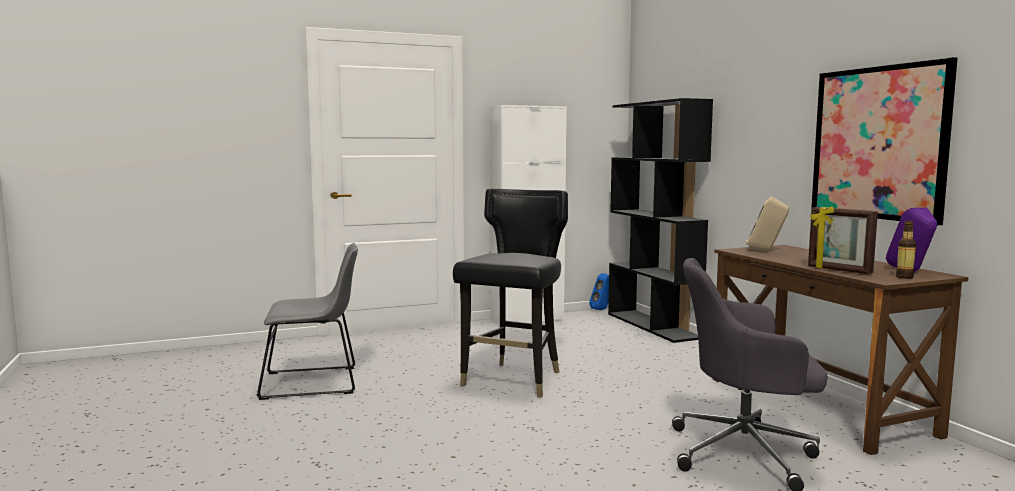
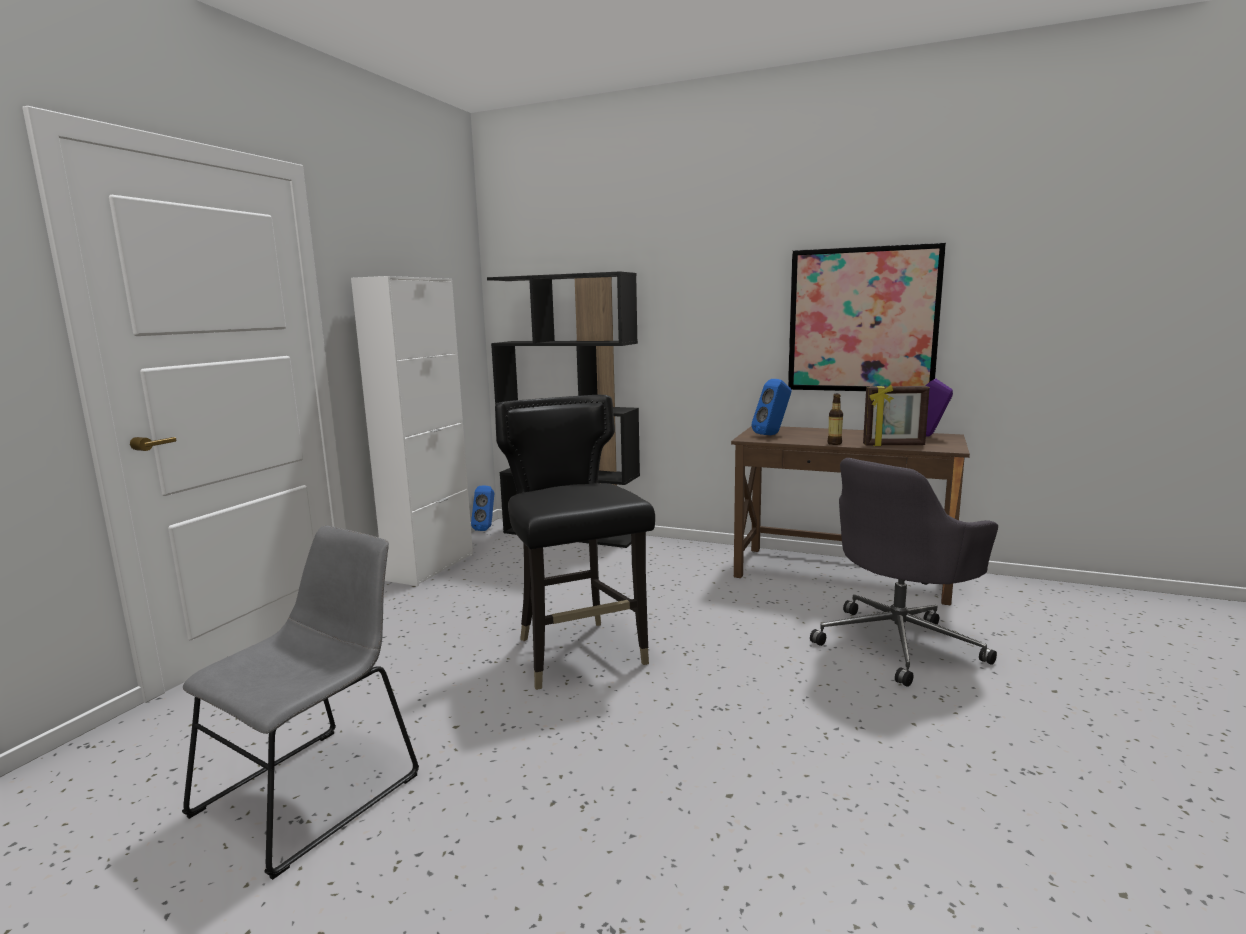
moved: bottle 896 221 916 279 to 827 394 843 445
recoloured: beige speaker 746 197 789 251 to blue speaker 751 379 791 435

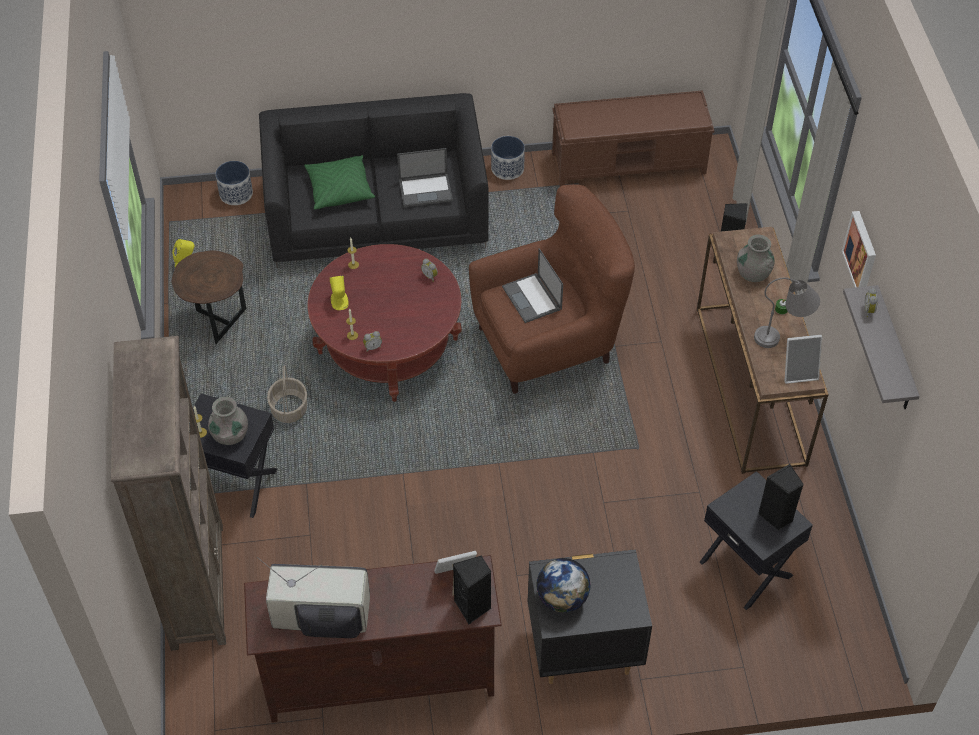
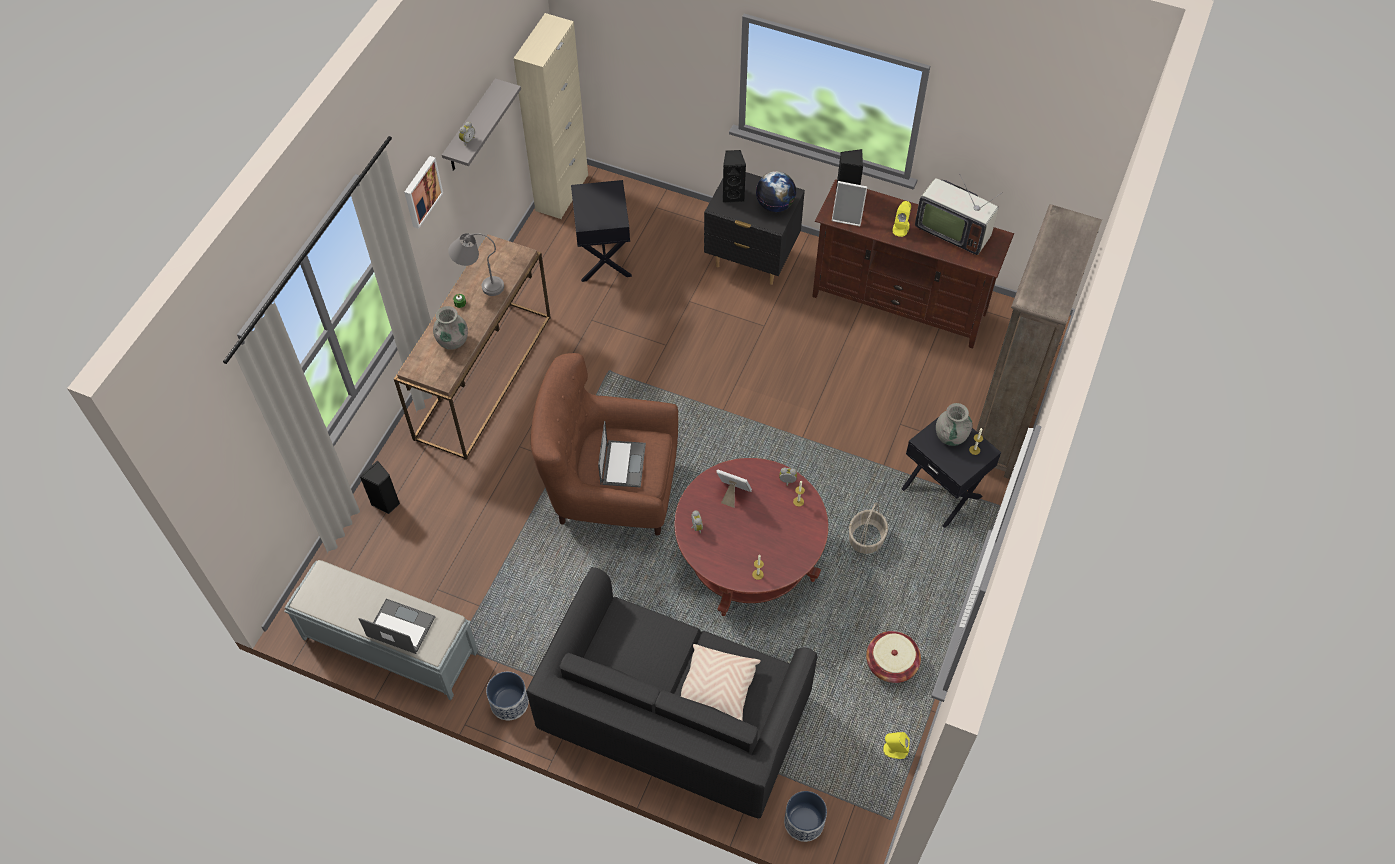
added: beige cabinet 513 13 588 219
moved: yellow speaker 330 276 349 310 to 893 201 911 237; laptop 397 148 453 207 to 358 599 435 654; black speaker 758 464 804 531 to 722 150 746 203; picture frame 784 335 822 384 to 716 470 752 508
replaced: brown side table 172 250 246 344 to basket 866 631 921 683
recoloured: green pillow 304 155 375 209 to beige pillow 681 644 761 721; brown bench 552 90 715 186 to grey bench 284 560 478 700

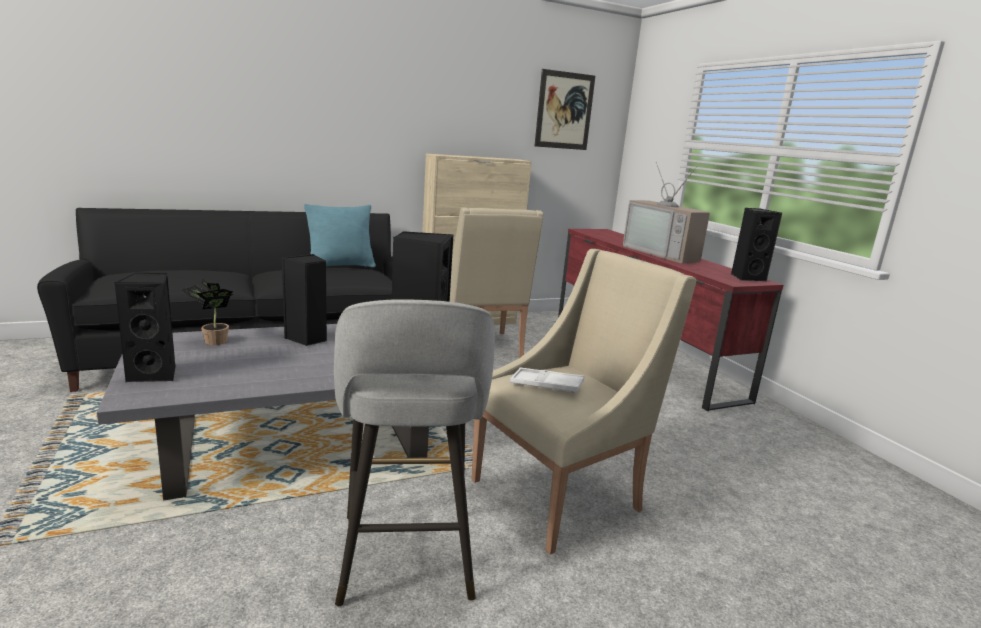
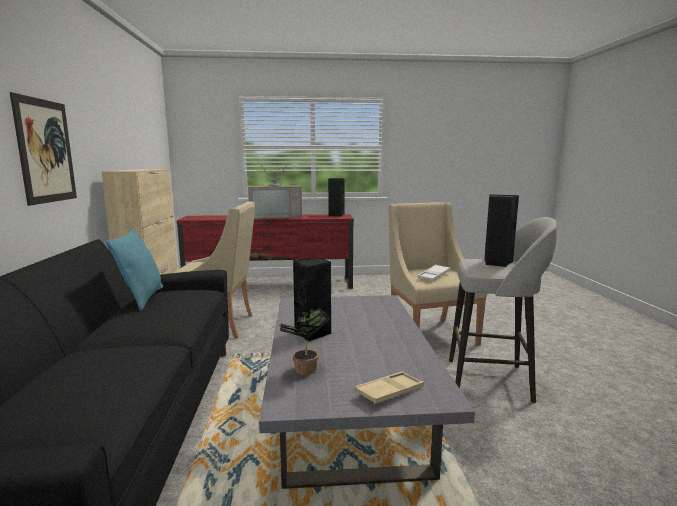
moved: picture 535 69 595 150 to 10 92 77 206
replaced: black speaker 114 273 176 382 to beige tray 355 371 424 405

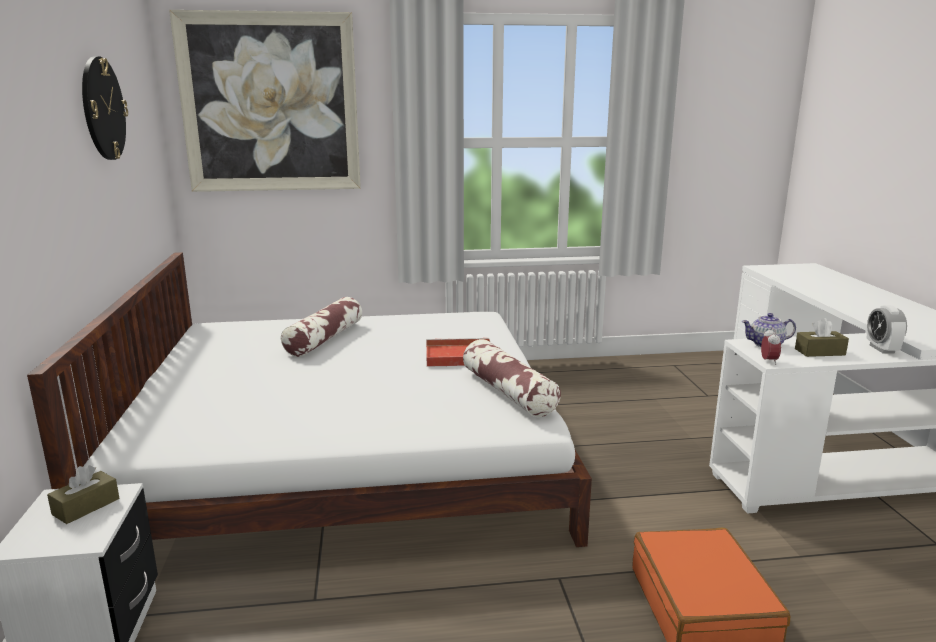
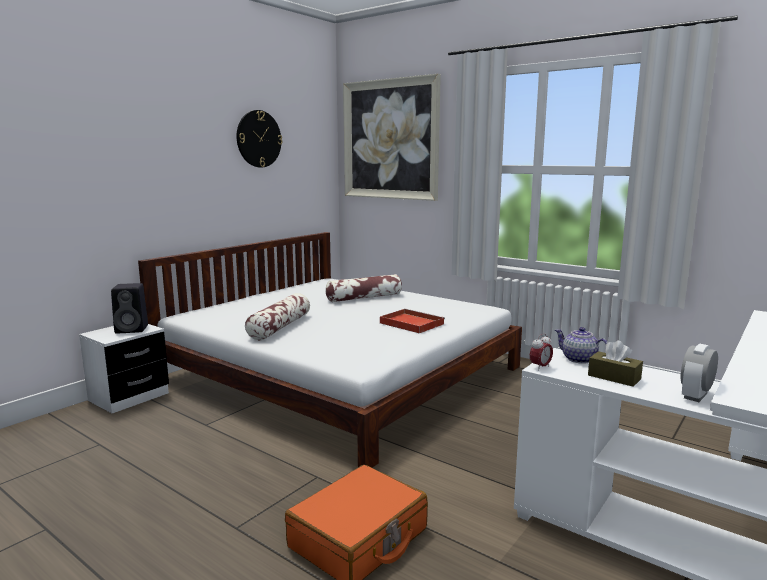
moved: pillow 463 339 561 417 to 245 293 310 340
replaced: brown tissue box 47 465 119 524 to black speaker 111 283 148 334

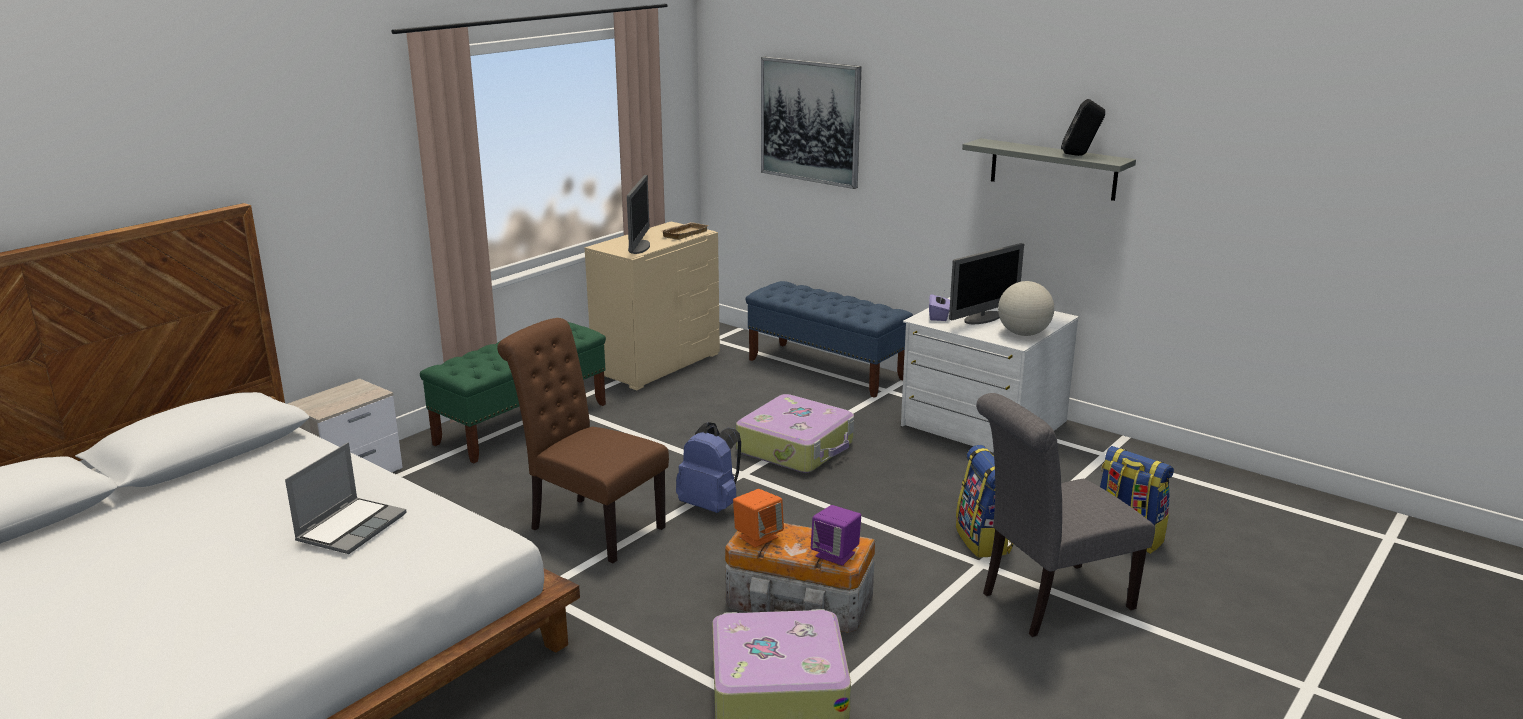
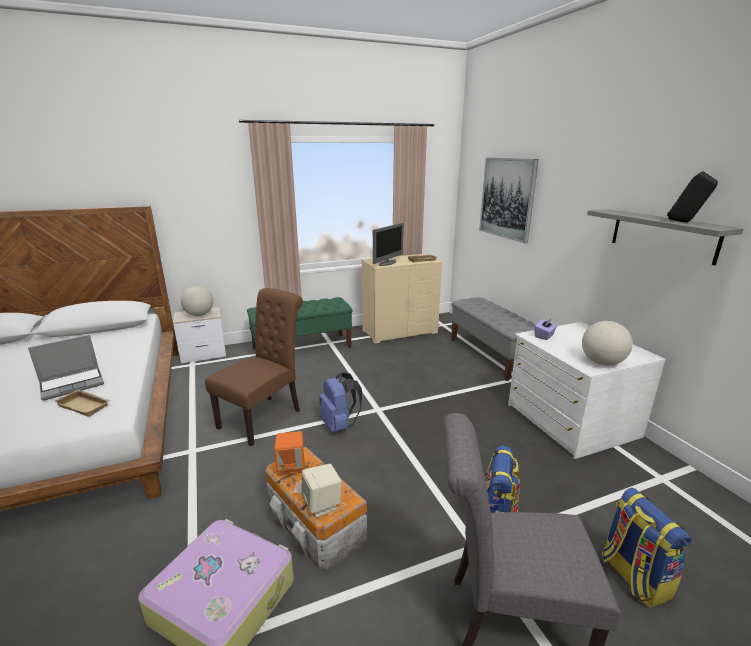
removed: suitcase 736 394 854 473; monitor 949 243 1024 324
added: beige tray 54 390 111 417; globe 181 286 213 316
recoloured: blue bench 746 281 913 398 to grey bench 451 297 535 381; purple speaker 811 505 861 566 to beige speaker 301 464 342 517
turned: brown chair 497 318 669 563 = 205 288 303 446 60 degrees clockwise

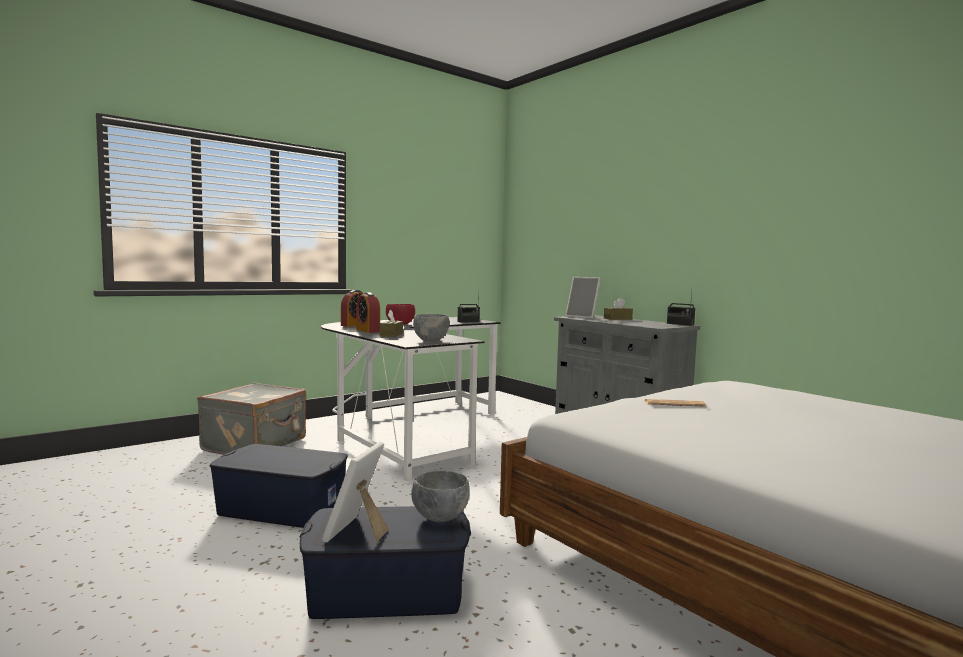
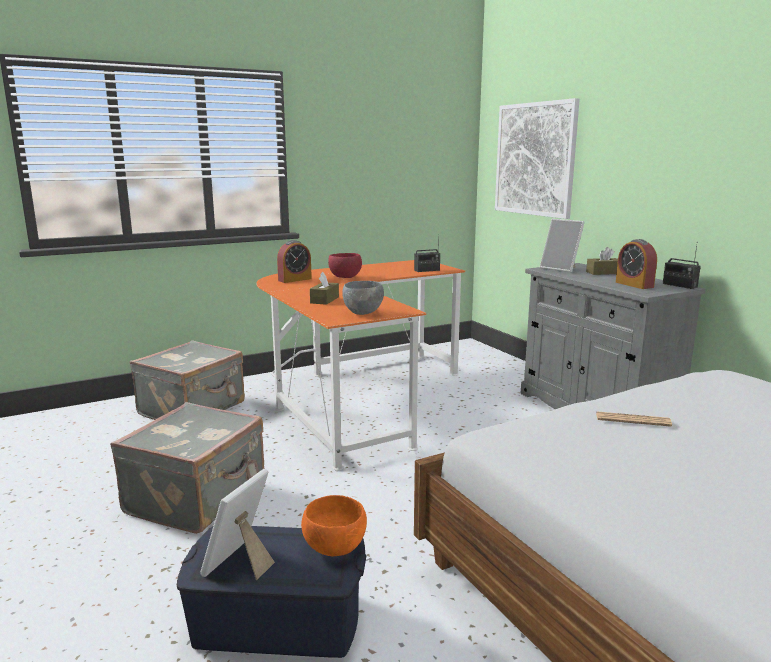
added: picture 495 98 580 219
moved: alarm clock 356 292 380 333 to 616 239 657 289
replaced: blue storage box 209 444 348 528 to grey suitcase 110 402 265 534
recoloured: black desk 321 317 501 484 to orange desk 256 260 465 471; grey bowl 411 470 470 522 to orange bowl 301 495 367 556

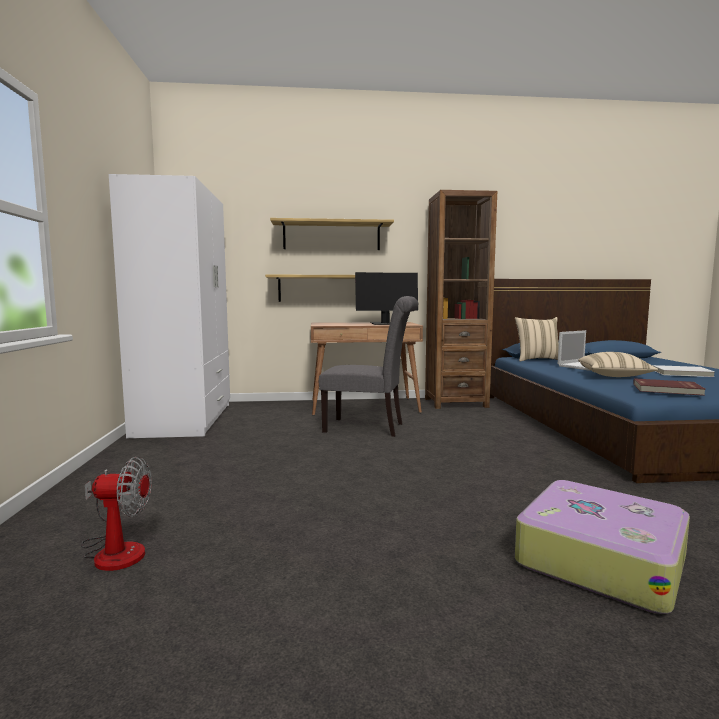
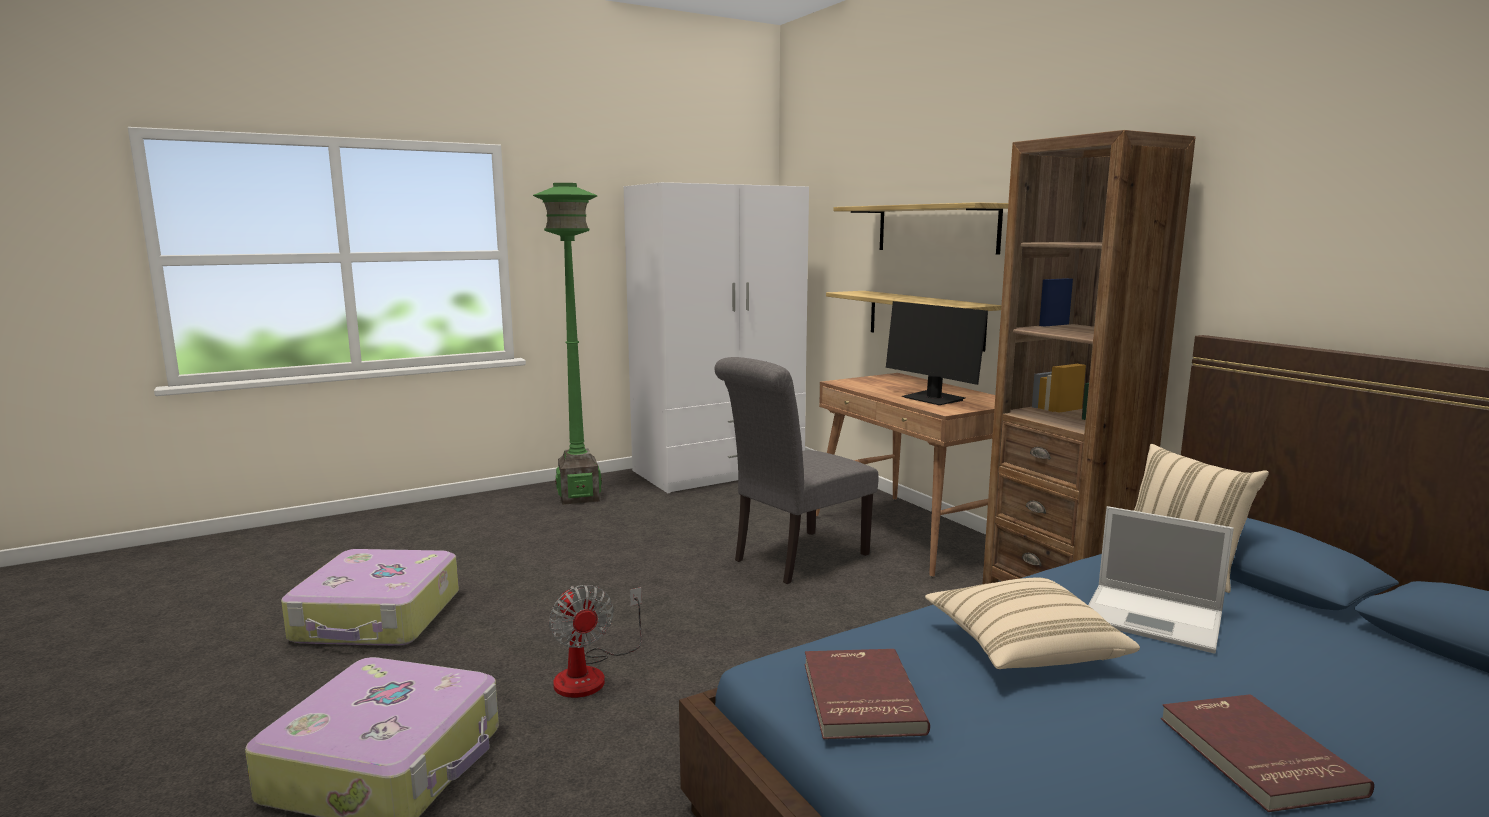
added: suitcase 281 549 459 646; green floor lamp 533 183 602 505
moved: fan 81 457 152 571 to 549 585 642 698
recoloured: white book 653 365 715 377 to red book 1161 694 1374 812
turned: grey chair 319 296 418 437 = 715 357 879 584 60 degrees clockwise

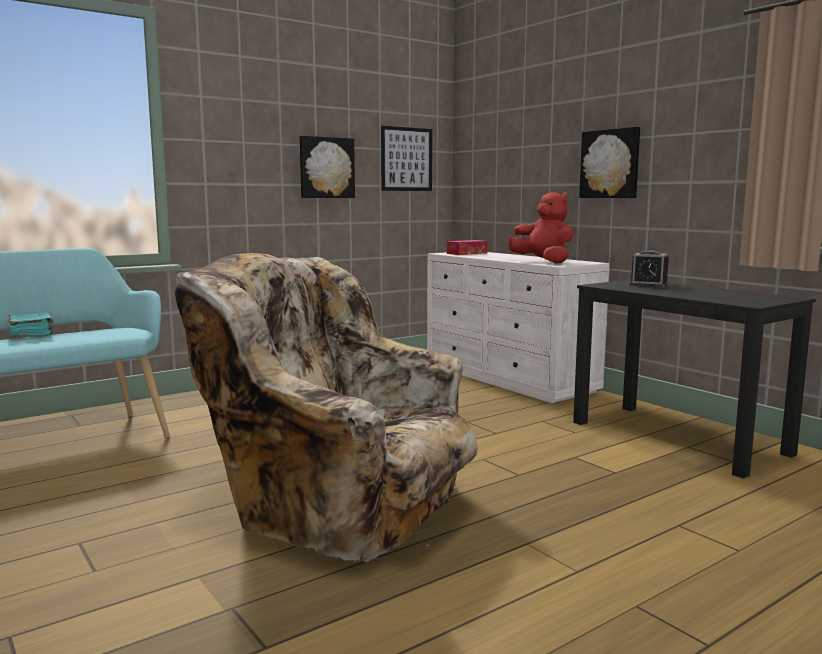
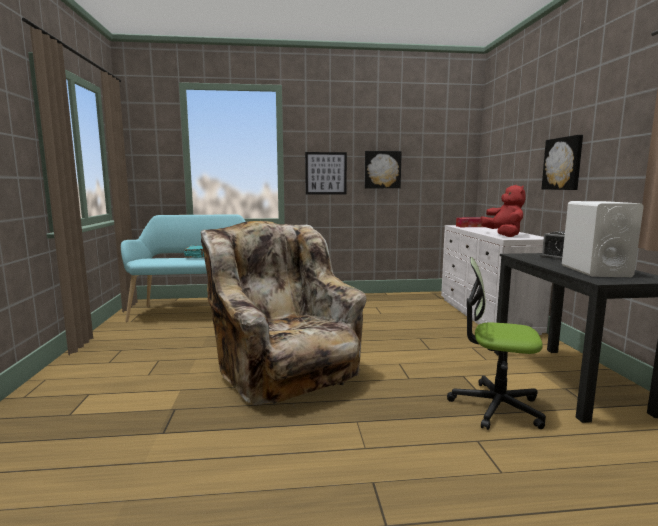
added: office chair 447 257 546 430; white speaker 562 201 644 277
moved: picture 381 126 432 191 to 305 152 347 195

